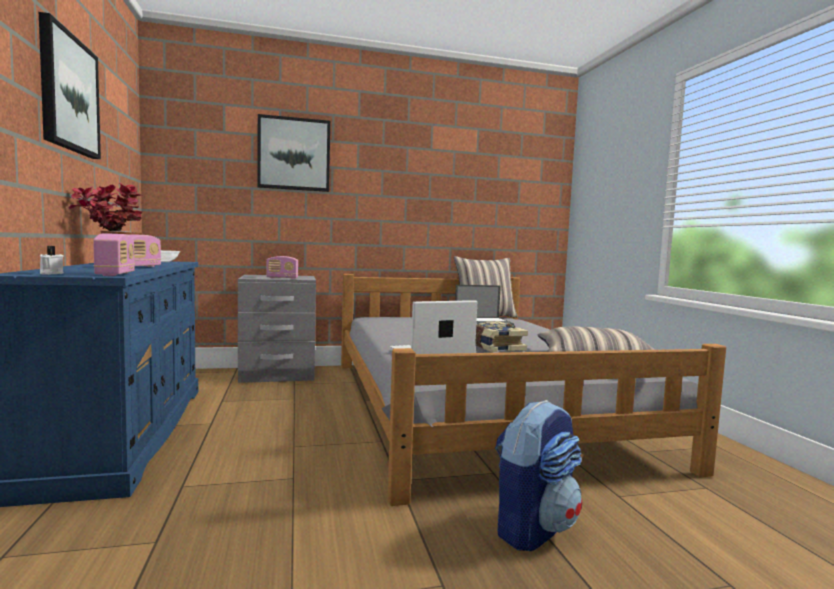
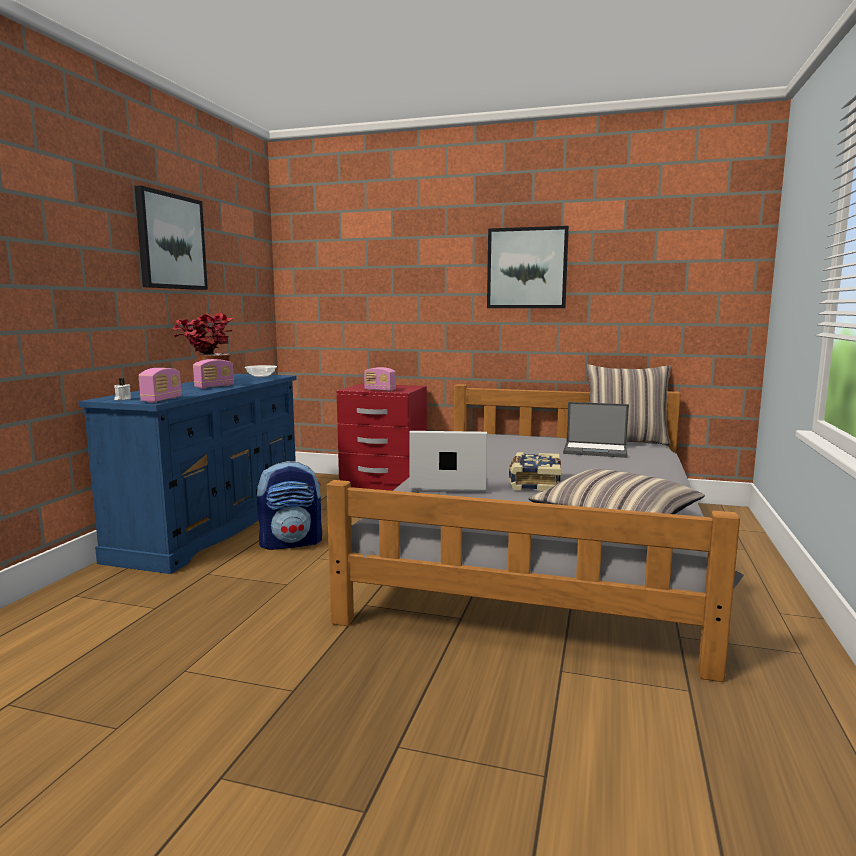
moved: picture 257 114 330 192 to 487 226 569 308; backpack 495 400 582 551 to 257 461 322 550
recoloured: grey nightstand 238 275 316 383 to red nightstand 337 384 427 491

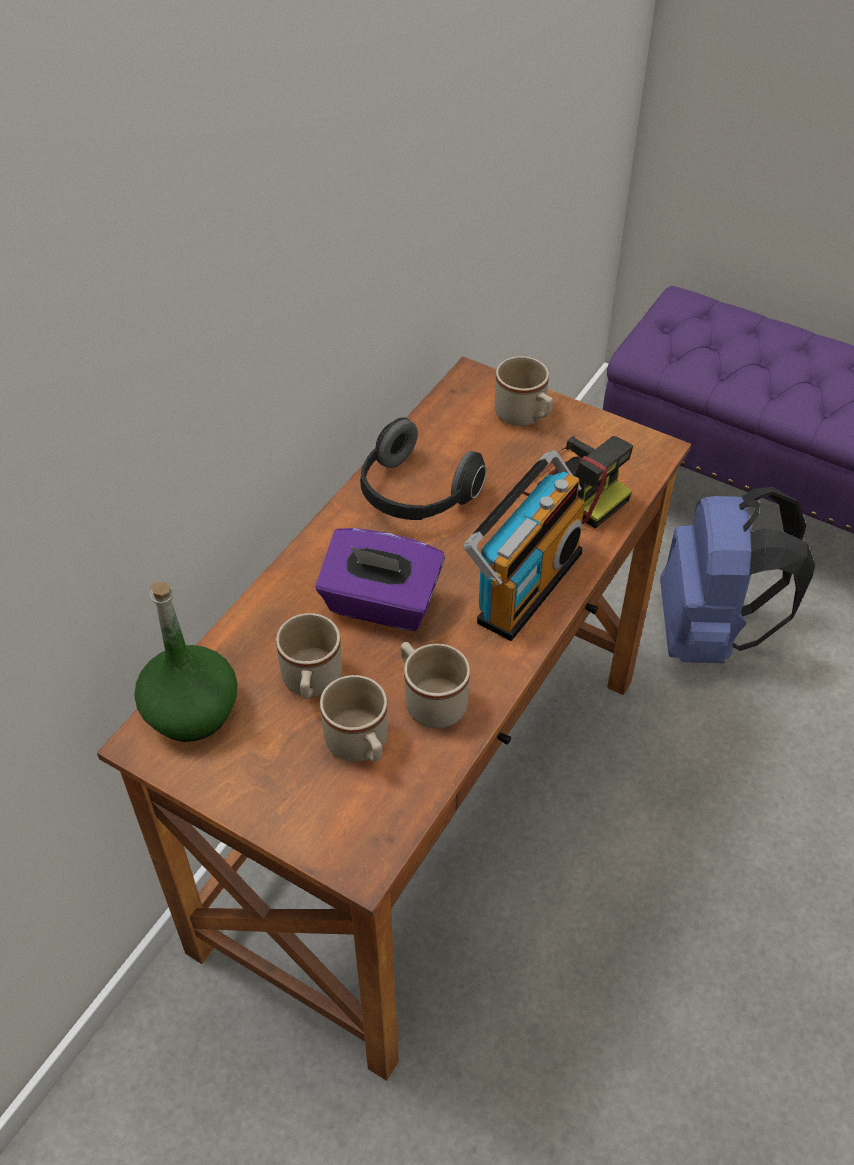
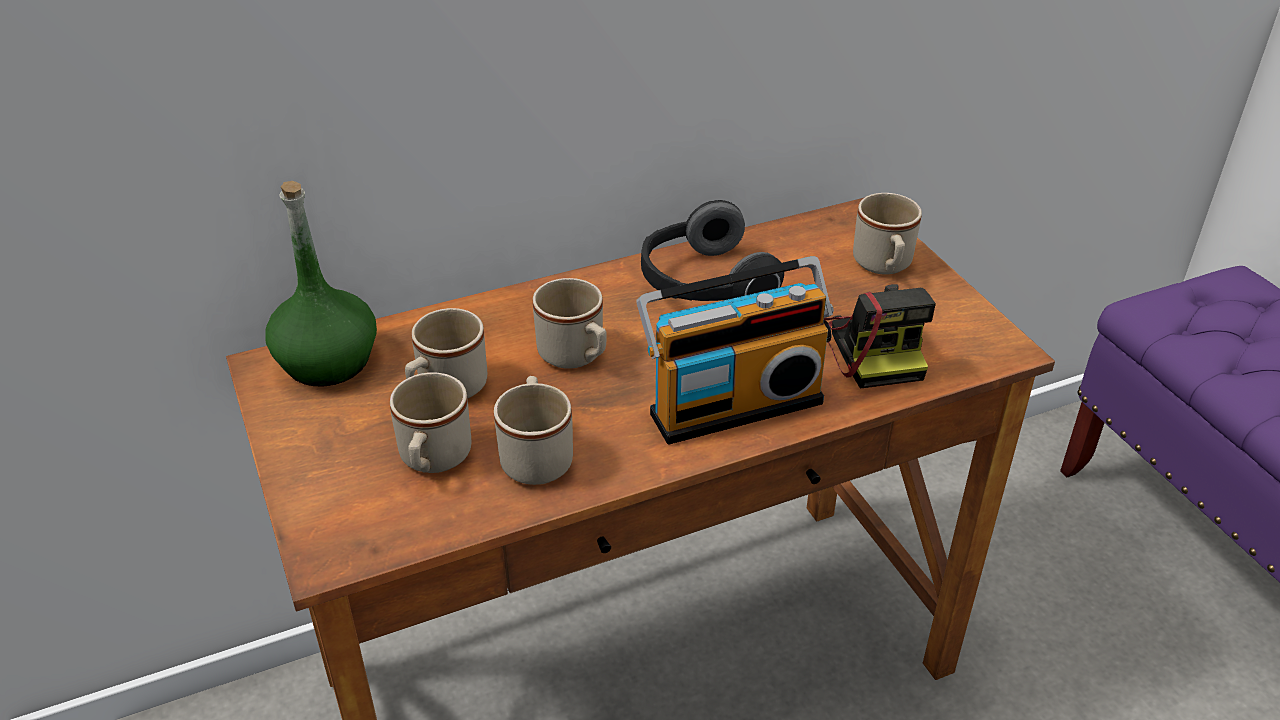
removed: blue backpack 660 487 815 663
replaced: purple tissue box 315 528 445 631 to beige mug 532 278 607 369

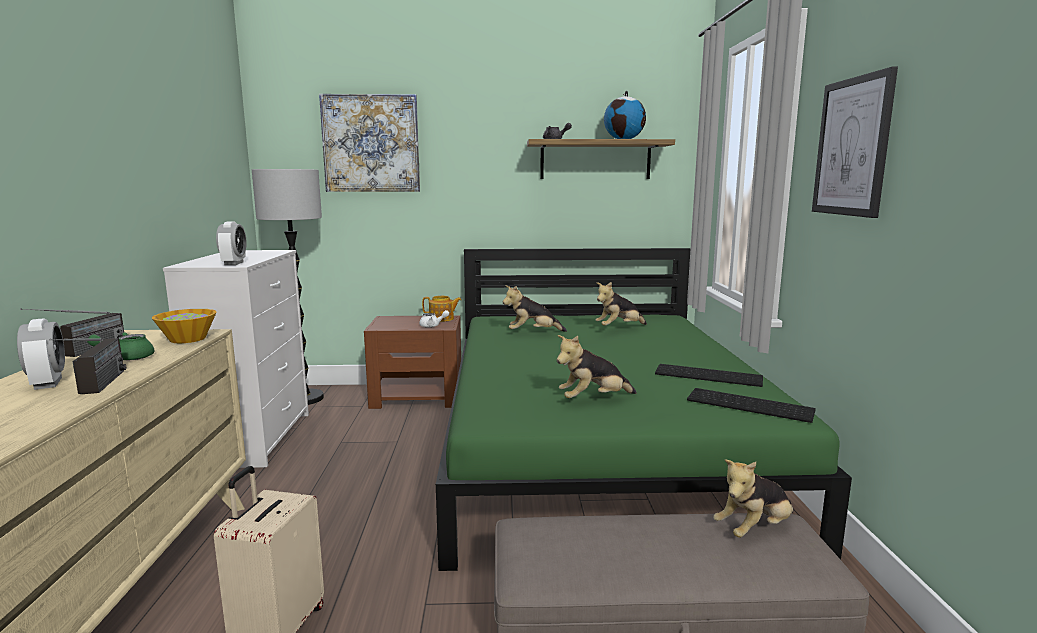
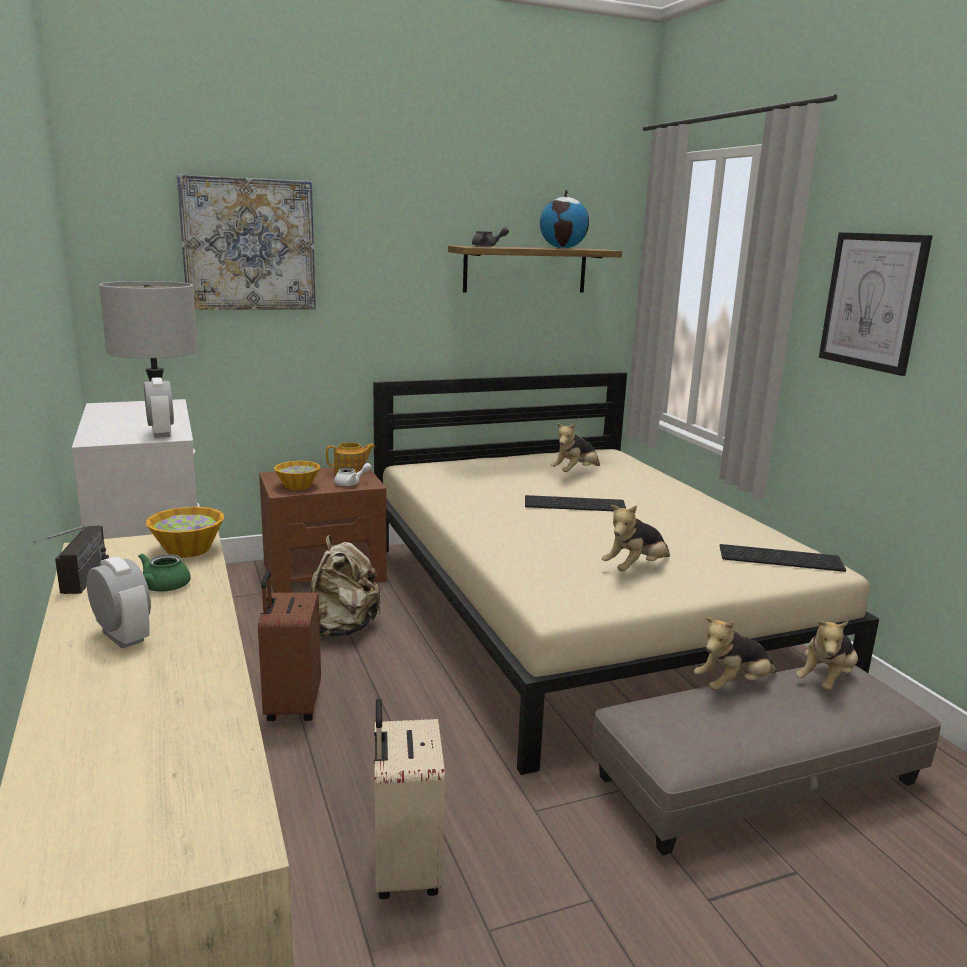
removed: radio 50 338 126 394
added: brown suitcase 258 571 321 721; bowl 274 461 320 490; beige backpack 310 535 381 637
moved: plush toy 503 285 567 332 to 694 617 777 691; keyboard 655 364 763 387 to 525 495 626 511
recoloured: green bed 436 248 852 571 to beige bed 373 372 879 775

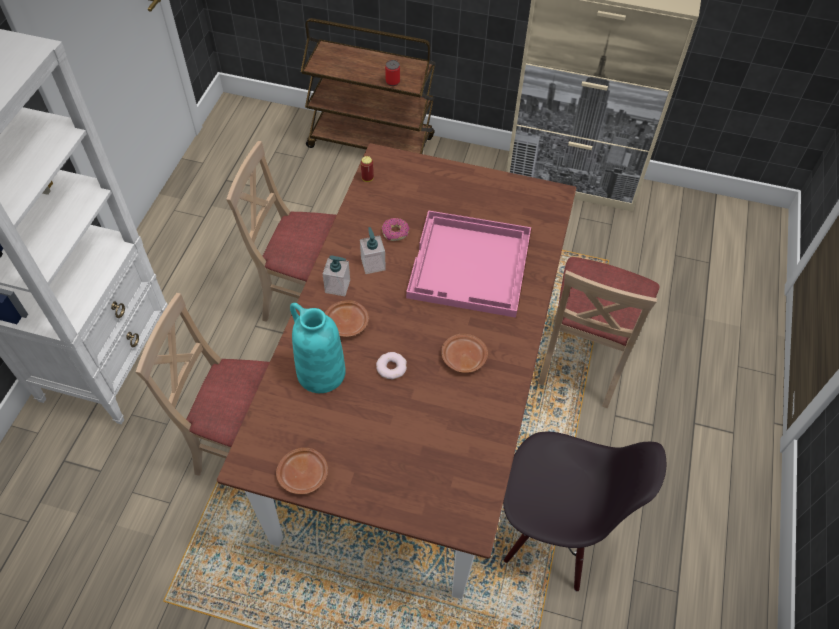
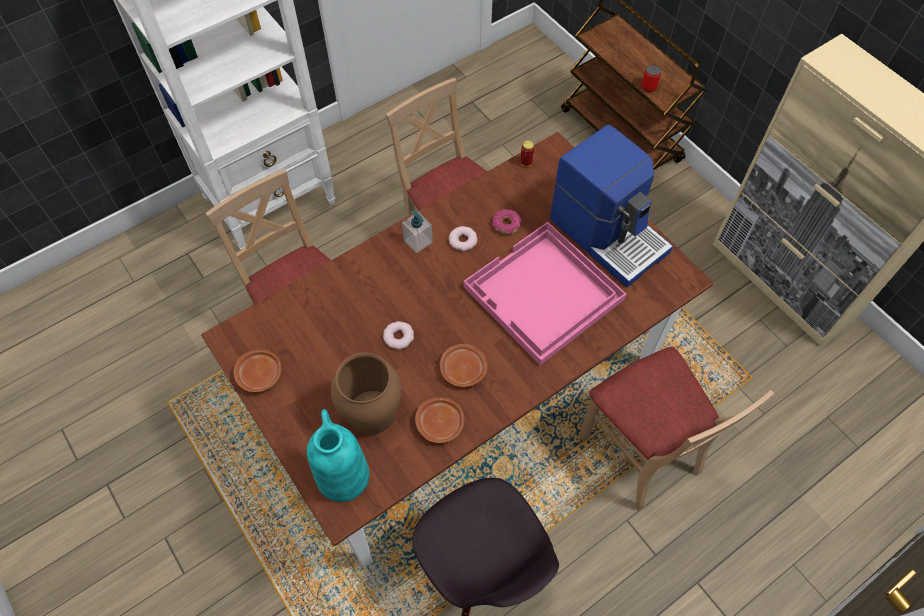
added: brown vase 331 353 401 435; coffee machine 550 125 673 288
moved: turquoise vase 290 303 346 393 to 307 409 369 502; brown plate 325 300 369 337 to 415 397 465 443
replaced: soap dispenser 360 227 386 274 to donut 449 226 477 251
turned: beige chair 538 257 659 408 = 579 347 774 511 90 degrees counterclockwise

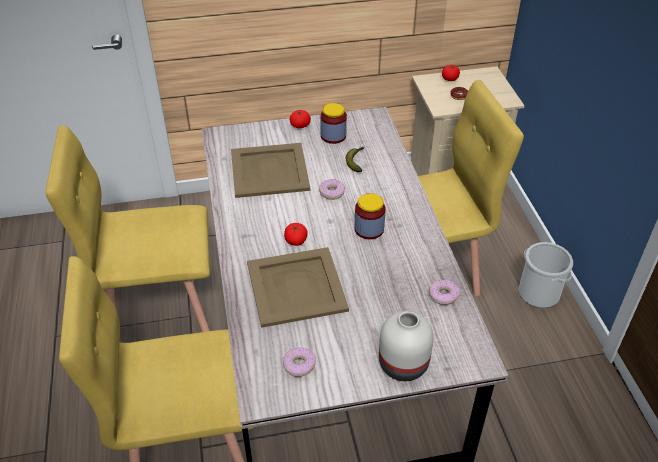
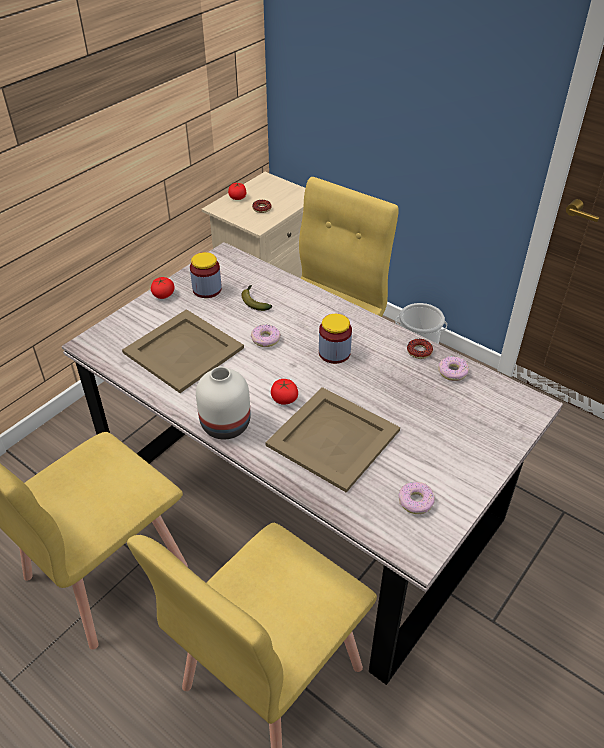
added: donut 407 339 433 359
moved: white vase 379 311 434 381 to 196 367 251 439

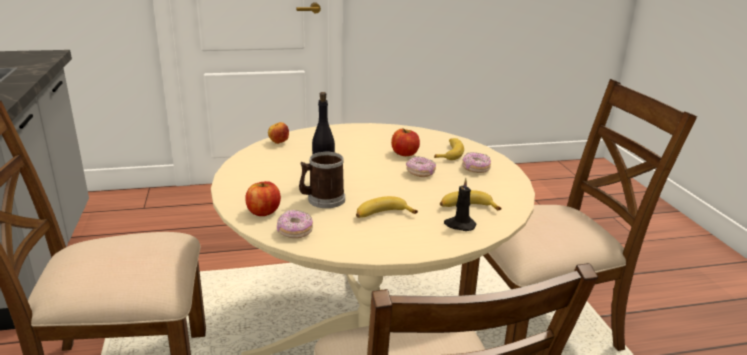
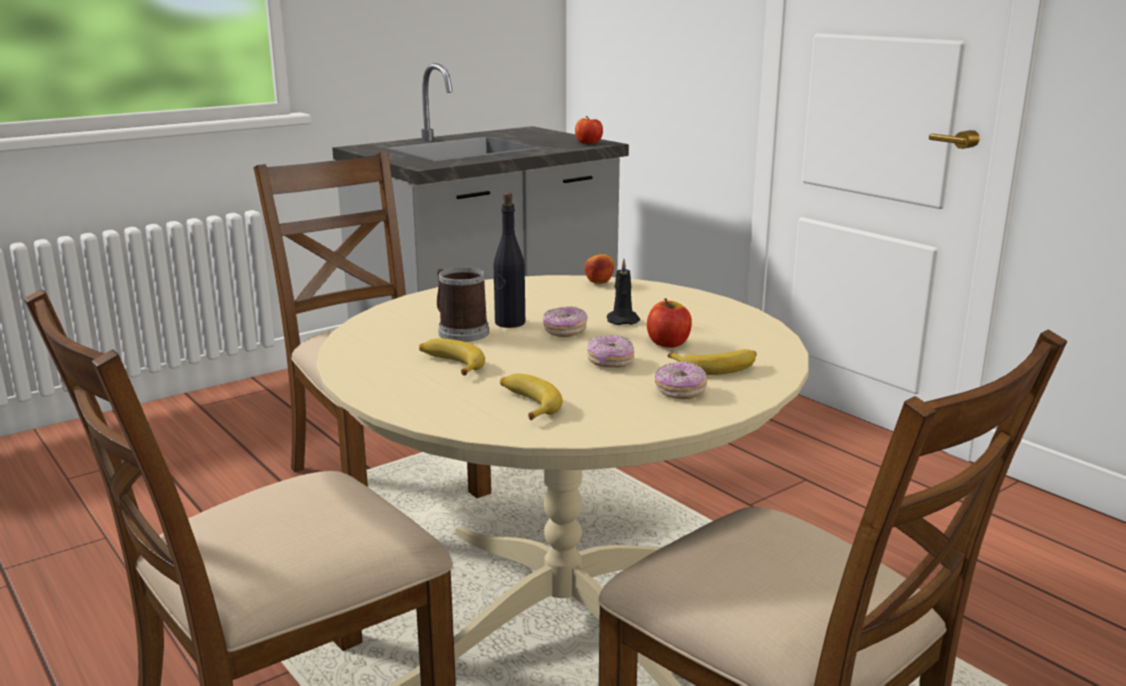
moved: apple 245 181 281 216 to 575 116 603 144; donut 277 210 313 238 to 543 306 588 337; black candle 444 178 476 231 to 607 259 640 325

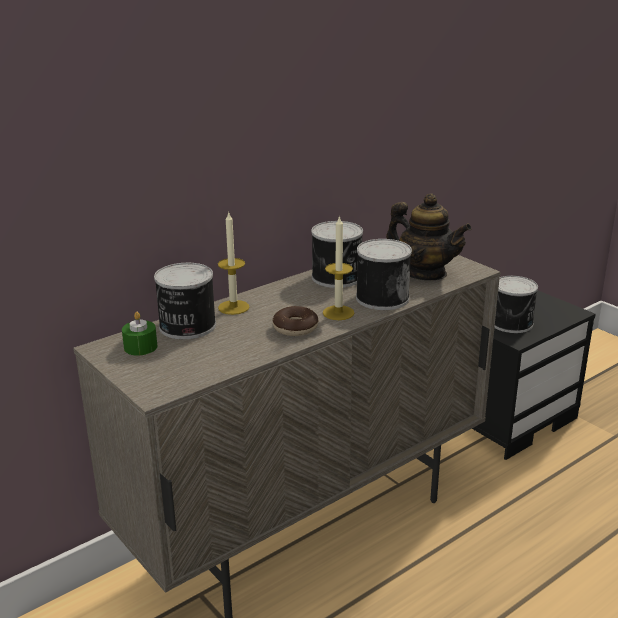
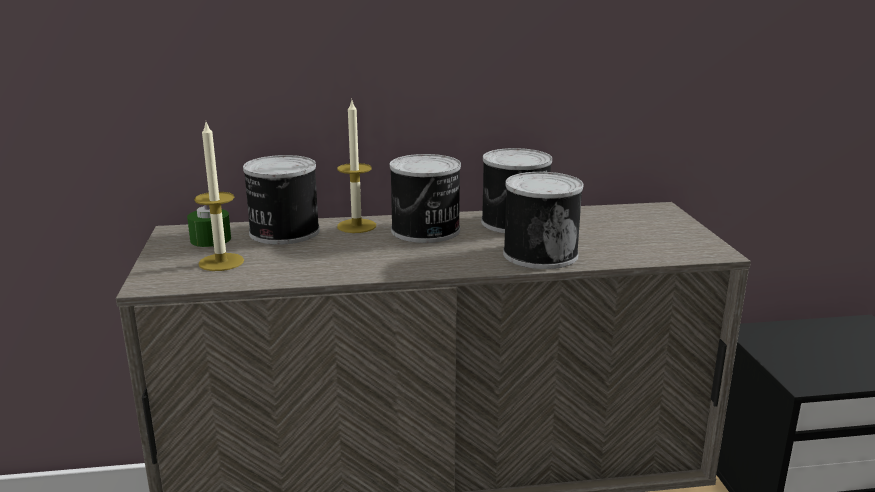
removed: donut 273 306 318 336; teapot 386 193 472 280
moved: candle 323 215 355 320 to 194 123 244 271; can 494 276 538 333 to 390 154 461 243

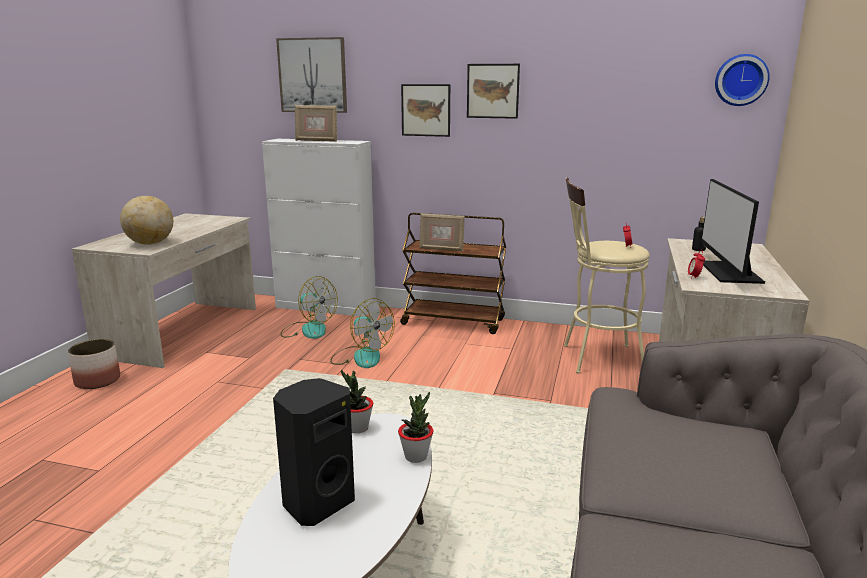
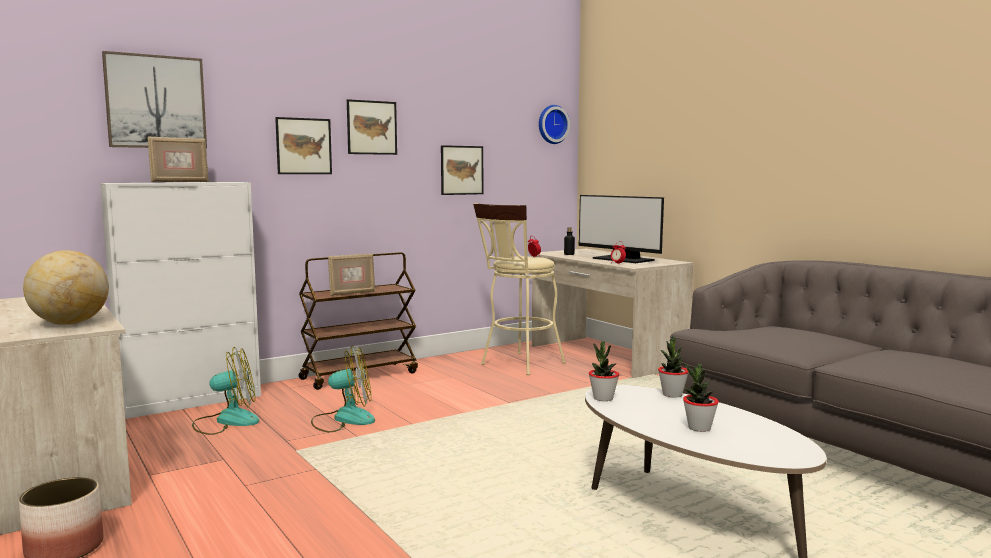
added: picture 441 145 483 195
replaced: black speaker 273 378 355 526 to potted plant 683 363 719 432

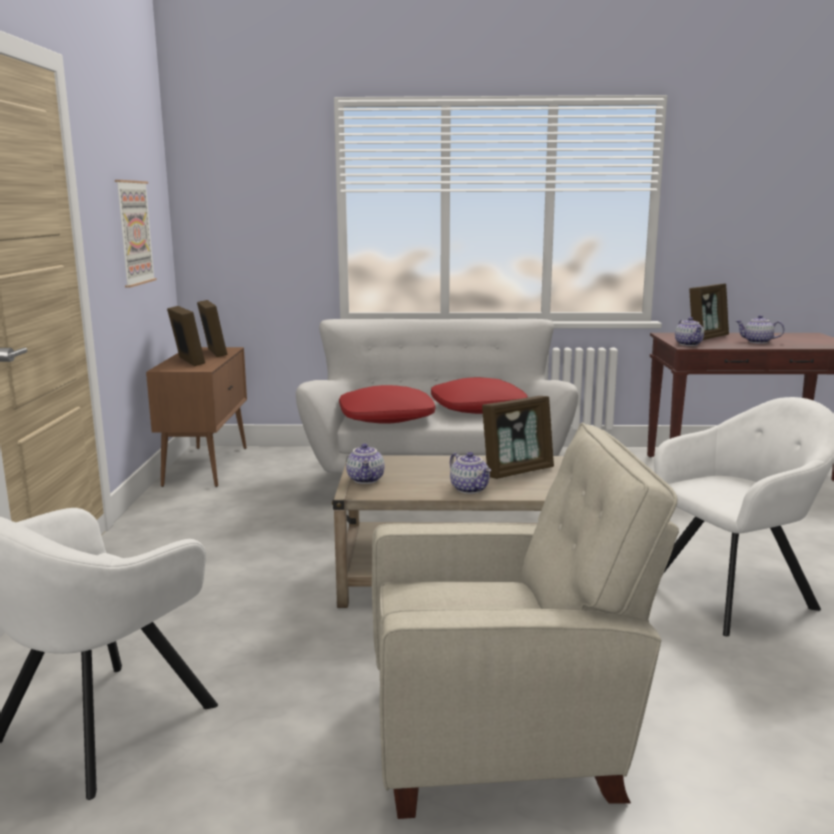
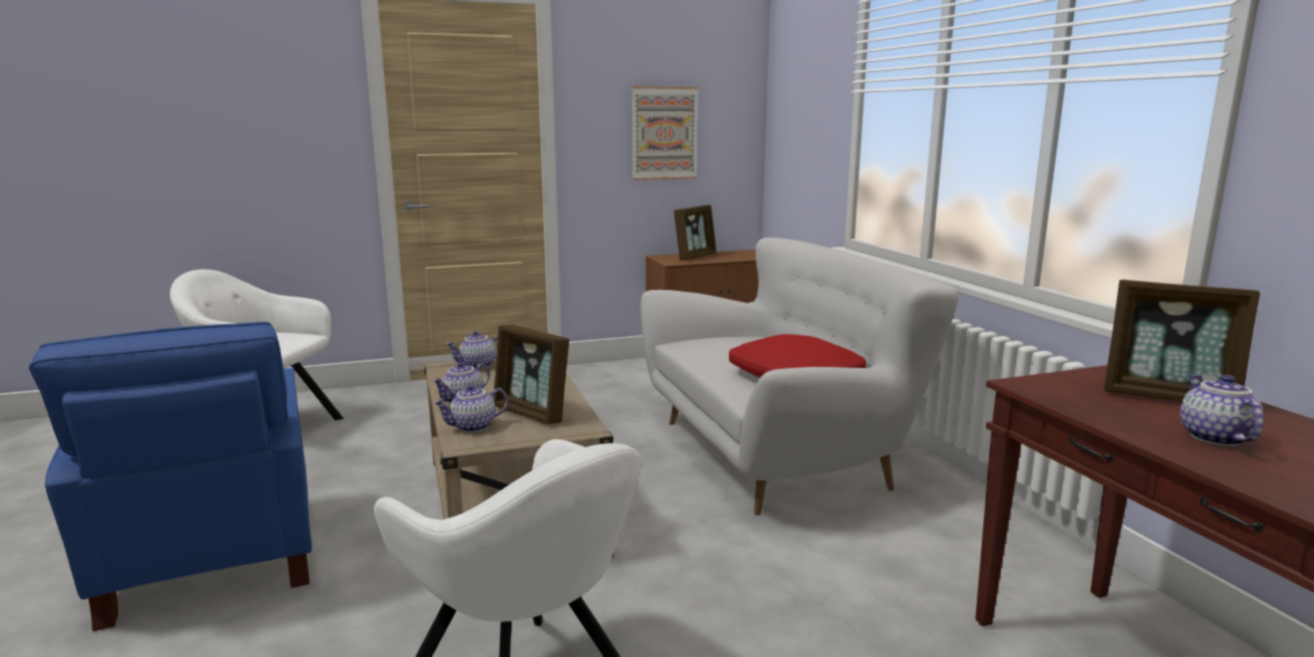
removed: picture frame 197 300 227 357; red pillow 339 385 435 424
moved: teapot 675 317 704 346 to 433 384 509 433
recoloured: beige armchair 372 423 679 819 to blue armchair 29 322 312 631

